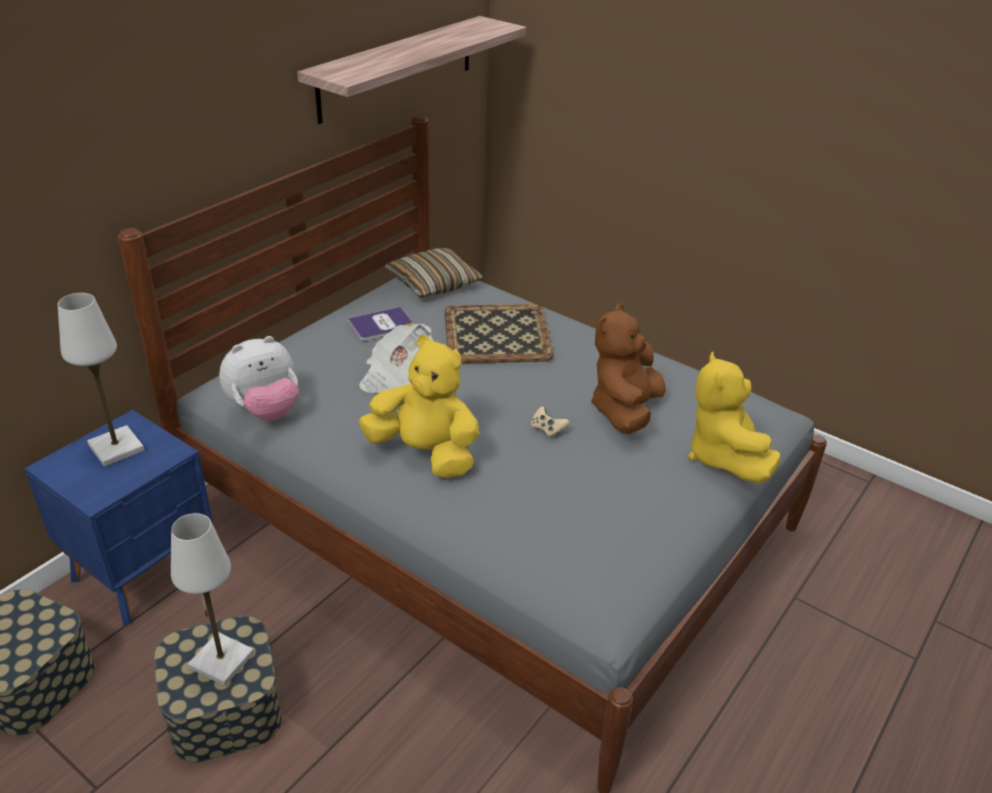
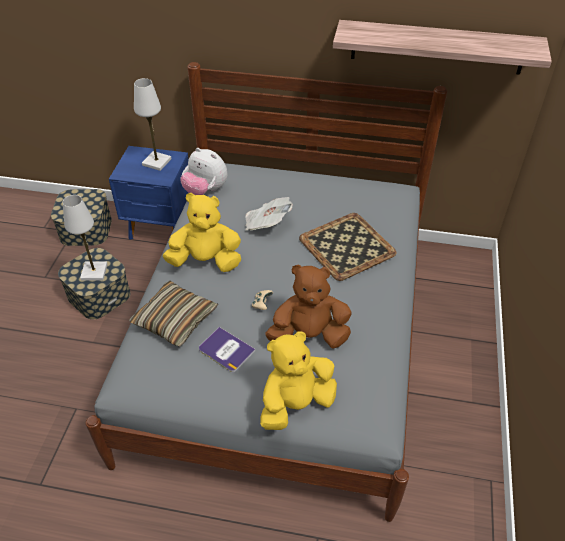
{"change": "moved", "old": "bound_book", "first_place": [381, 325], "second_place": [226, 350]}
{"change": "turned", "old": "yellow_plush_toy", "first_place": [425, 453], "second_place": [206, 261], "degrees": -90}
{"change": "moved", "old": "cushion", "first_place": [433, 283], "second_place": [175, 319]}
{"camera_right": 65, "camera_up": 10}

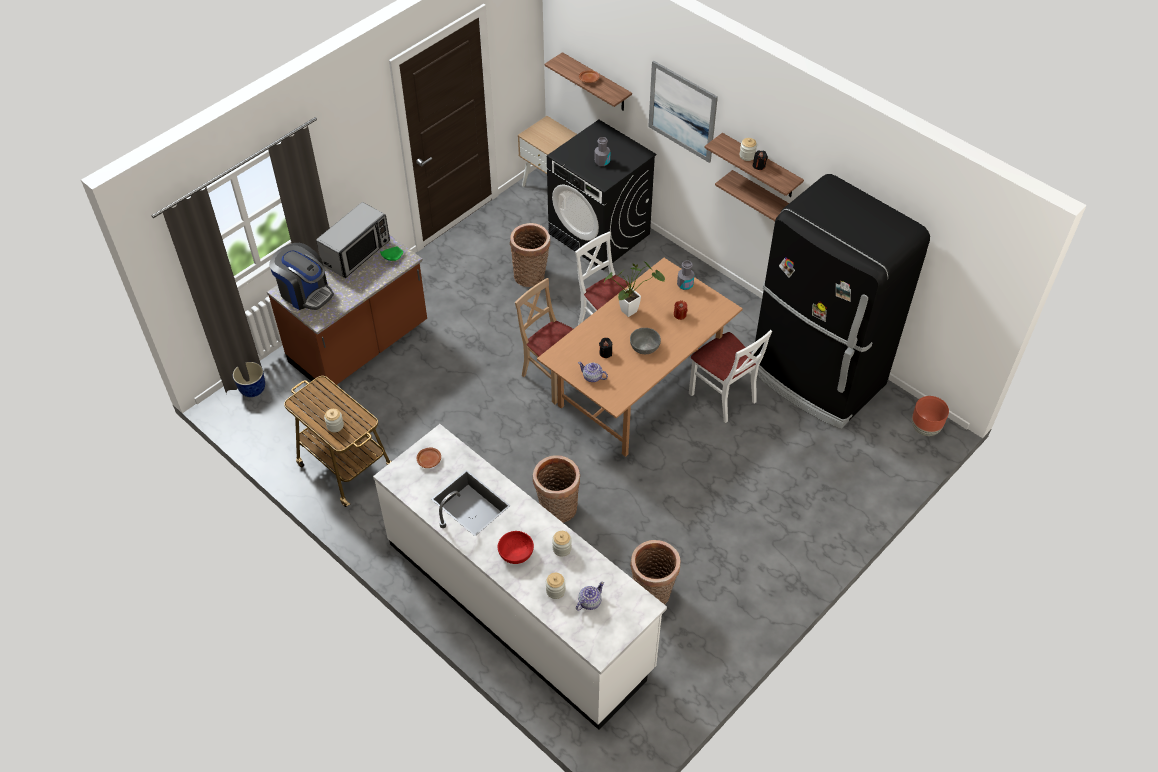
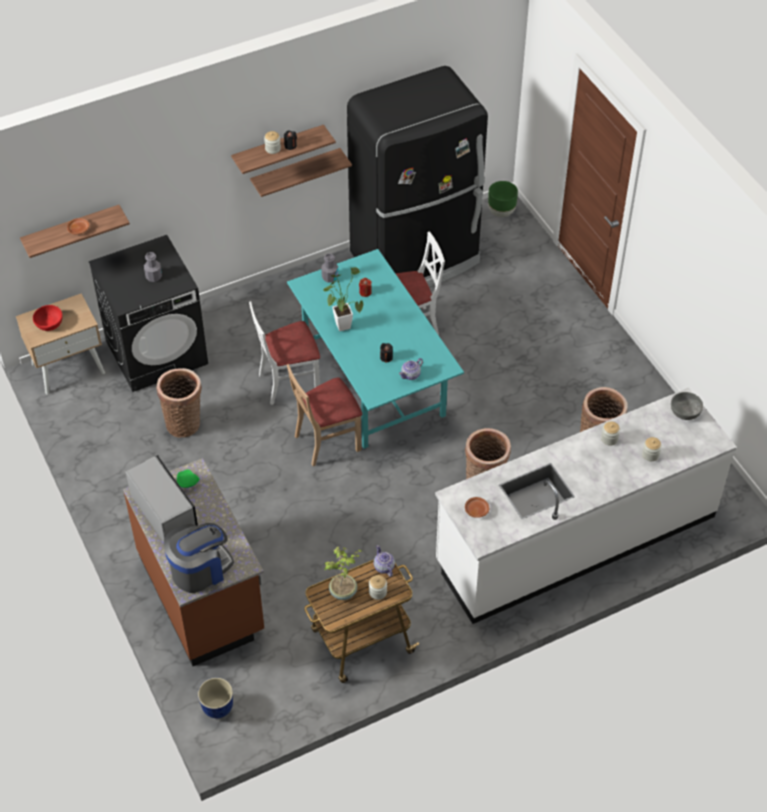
{"change": "moved", "old": "reddish_serving_bowl", "first_place": [515, 553], "second_place": [49, 323]}
{"change": "recoloured", "old": "brownish_dining_table", "new": "turquoise-coloured_dining_table", "first_place": [638, 392], "second_place": [375, 384]}
{"change": "moved", "old": "tea_pot", "first_place": [589, 602], "second_place": [384, 567]}
{"change": "moved", "old": "greyish_serving_bowl", "first_place": [644, 346], "second_place": [685, 411]}
{"change": "removed", "old": "wall_art", "first_place": [682, 111]}
{"change": "recoloured", "old": "brownish_flower_pot", "new": "green_flower_pot", "first_place": [925, 429], "second_place": [501, 212]}
{"change": "added", "new": "houseplant", "second_place": [343, 592]}
{"camera_right": -70, "camera_up": 0}

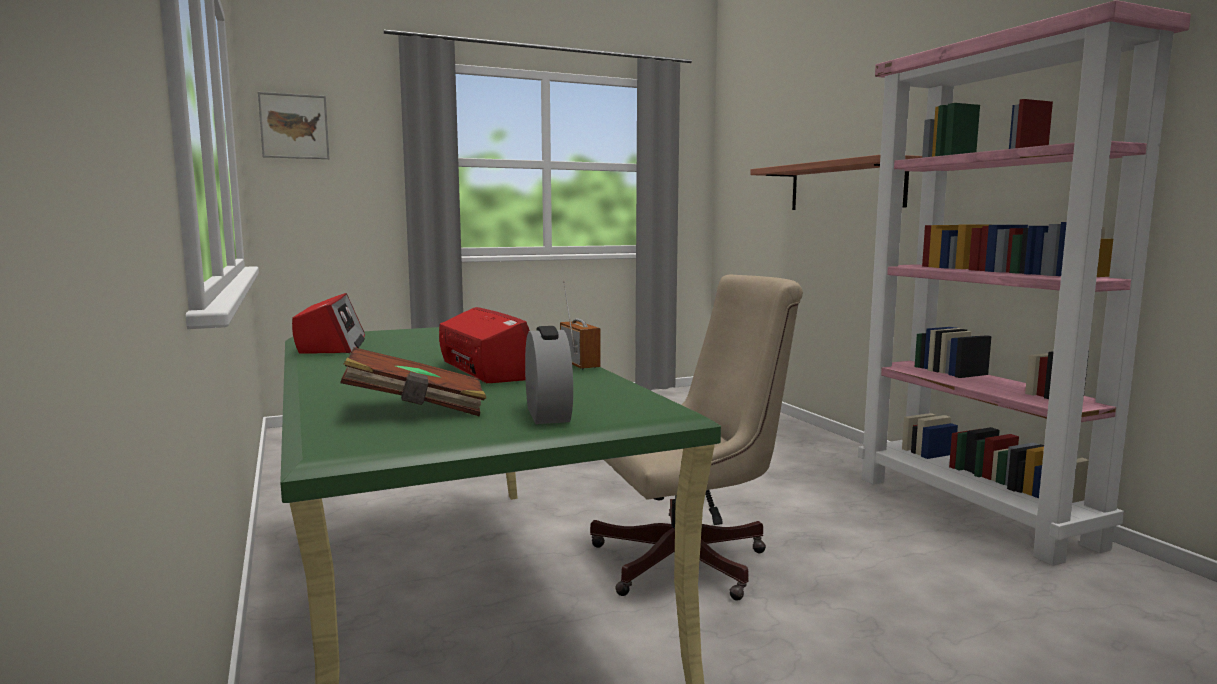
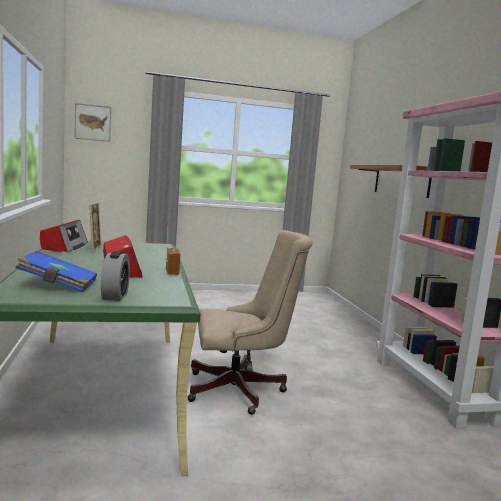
{"change": "recoloured", "old": "brownish_bound_book", "new": "bluish_bound_book", "first_place": [416, 410], "second_place": [58, 285]}
{"change": "added", "new": "photo_frame", "second_place": [95, 248]}
{"camera_right": 10, "camera_up": 0}

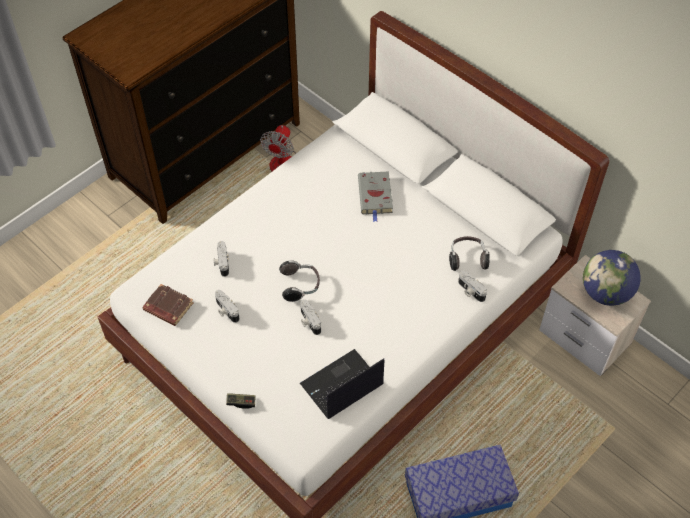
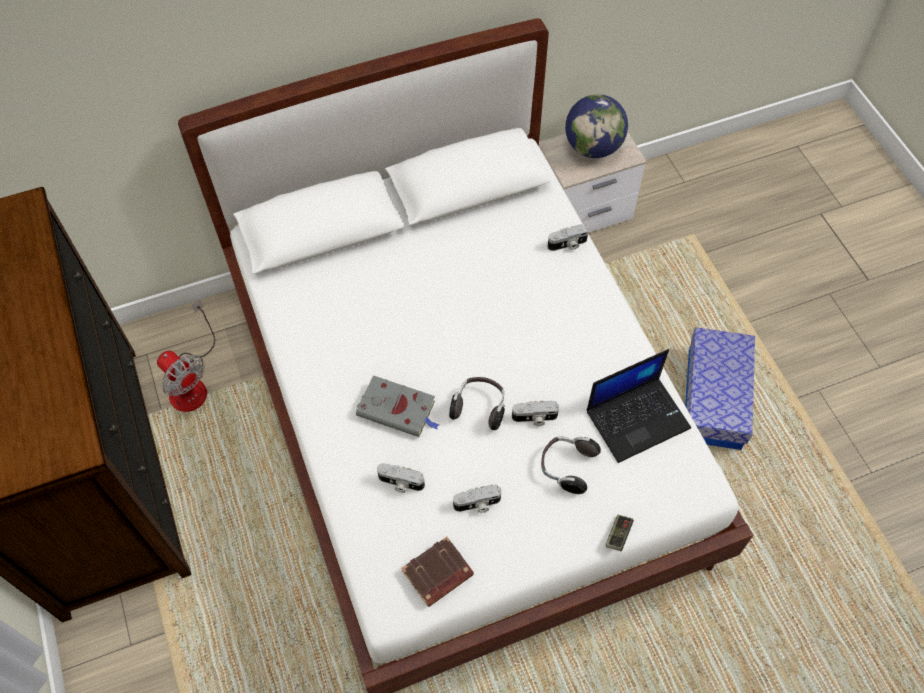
{"change": "turned", "old": "notebook_computer", "first_place": [341, 386], "second_place": [638, 418], "degrees": -105}
{"change": "moved", "old": "greyish_bound_book", "first_place": [375, 196], "second_place": [398, 409]}
{"change": "moved", "old": "pair_of_headphones", "first_place": [467, 258], "second_place": [567, 467]}
{"camera_right": -65, "camera_up": 5}

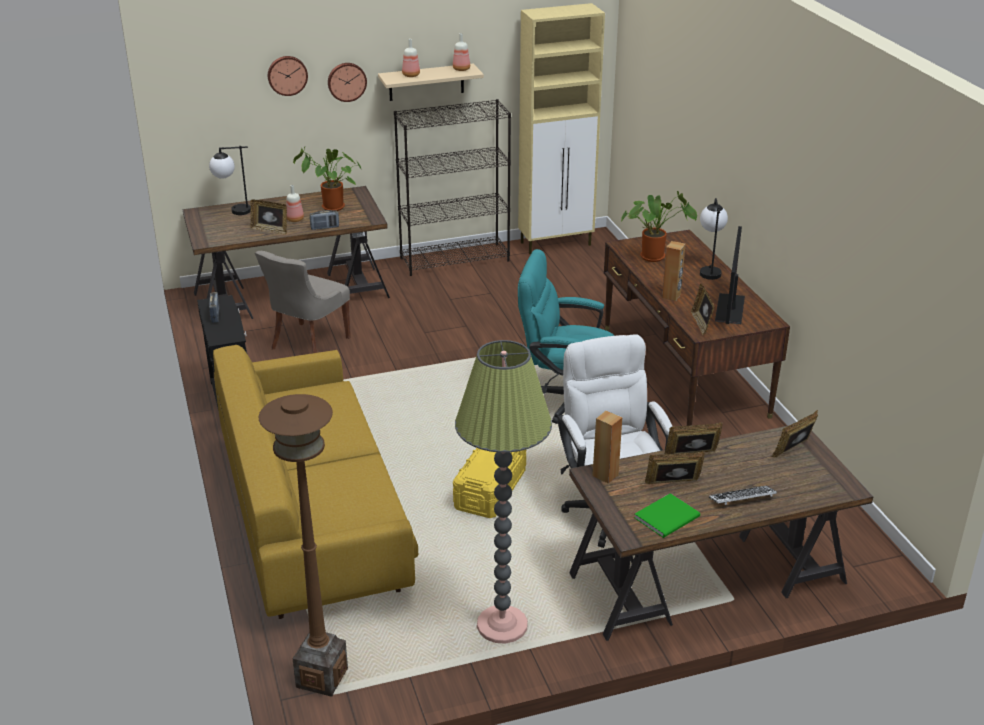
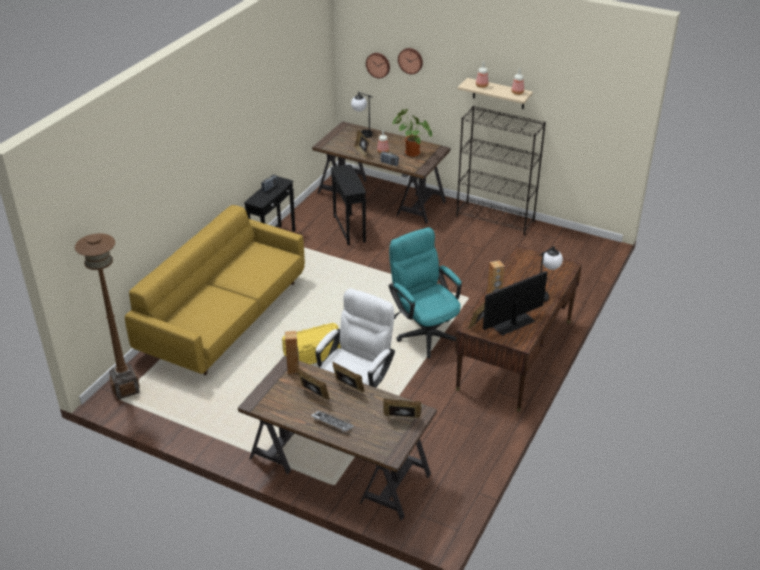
{"change": "replaced", "old": "greyish_upright_chair", "new": "blackish_side_table", "first_place": [308, 343], "second_place": [349, 229]}
{"change": "moved", "old": "hanging_clock", "first_place": [346, 81], "second_place": [378, 65]}
{"change": "removed", "old": "standing_lamp", "first_place": [502, 626]}
{"change": "removed", "old": "sand-coloured_storage_cabinet", "first_place": [556, 244]}
{"change": "removed", "old": "houseplant", "first_place": [655, 256]}
{"change": "removed", "old": "green_bound_book", "first_place": [669, 517]}
{"camera_right": 45, "camera_up": 5}

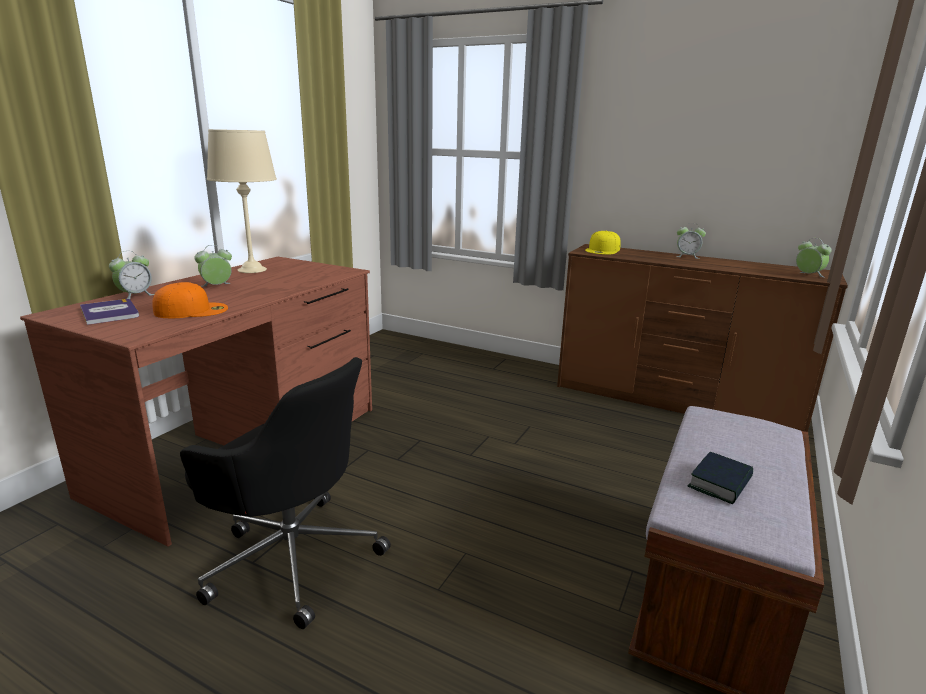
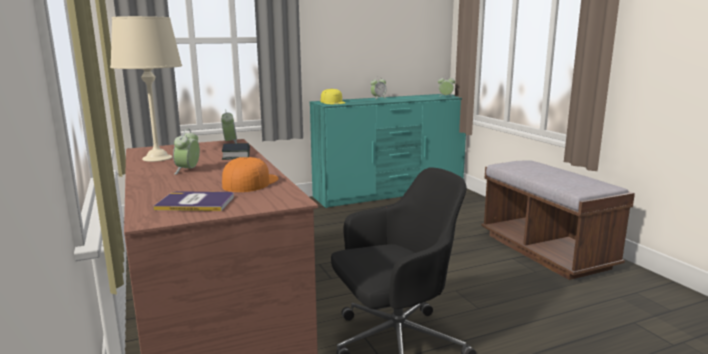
{"change": "moved", "old": "table_clock", "first_place": [135, 296], "second_place": [230, 143]}
{"change": "recoloured", "old": "brownish_dresser", "new": "turquoise-coloured_dresser", "first_place": [675, 401], "second_place": [390, 193]}
{"change": "moved", "old": "bound_book", "first_place": [720, 483], "second_place": [236, 155]}
{"camera_right": -50, "camera_up": -5}

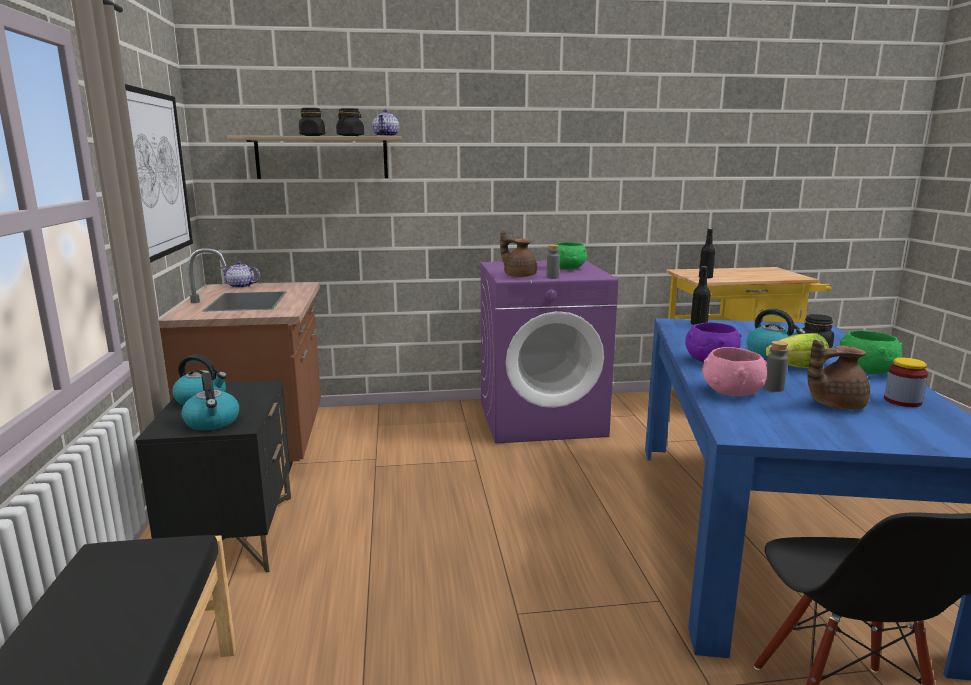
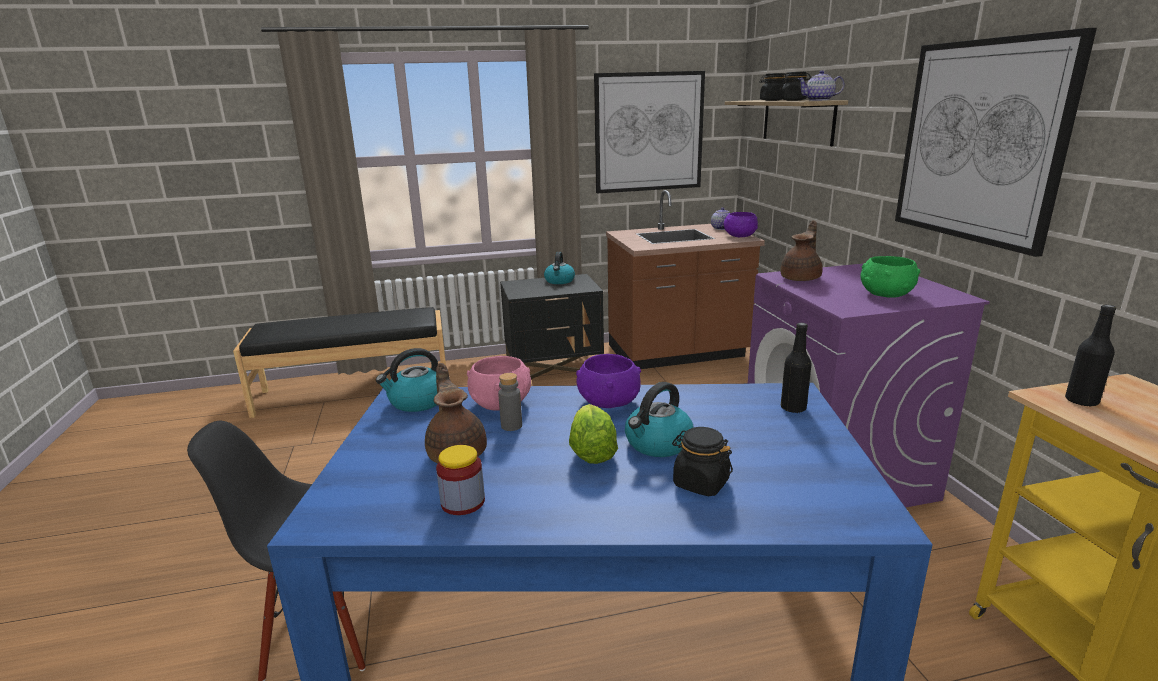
{"change": "moved", "old": "water_kettle", "first_place": [212, 422], "second_place": [417, 402]}
{"change": "removed", "old": "greyish_bottle", "first_place": [552, 277]}
{"change": "removed", "old": "green_serving_bowl", "first_place": [866, 371]}
{"change": "added", "new": "purplish_serving_bowl", "second_place": [739, 236]}
{"change": "added", "new": "wall_art", "second_place": [980, 142]}
{"camera_right": 85, "camera_up": 5}

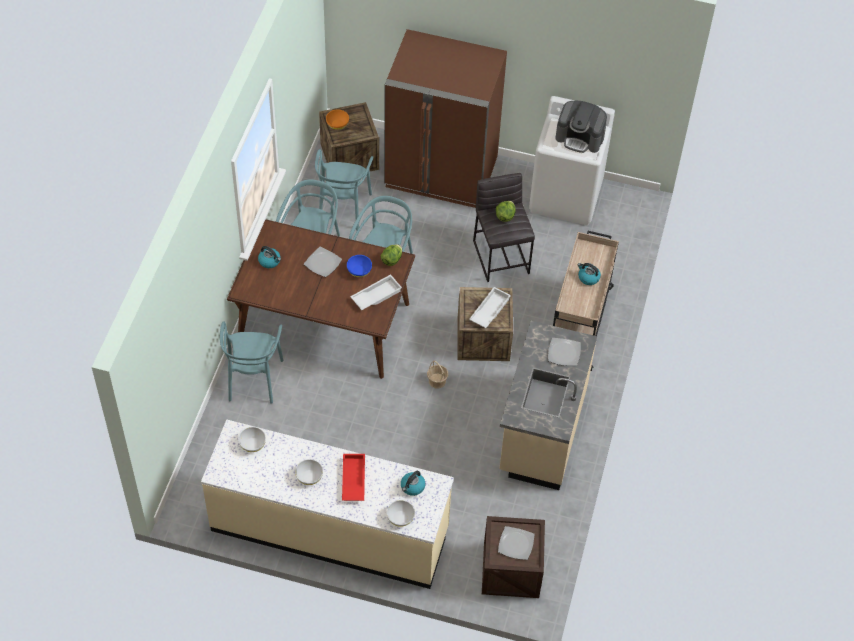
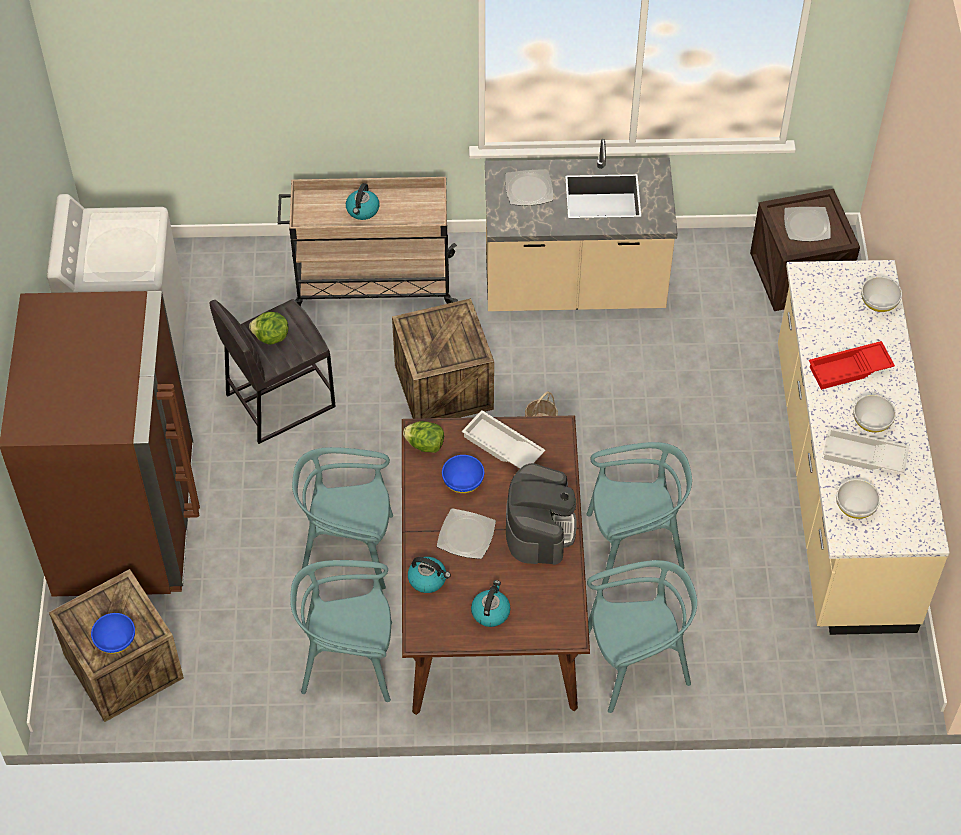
{"change": "moved", "old": "turquoise-coloured_upright_chair", "first_place": [342, 208], "second_place": [633, 545]}
{"change": "recoloured", "old": "orangey_serving_bowl", "new": "bluish_serving_bowl", "first_place": [337, 124], "second_place": [115, 640]}
{"change": "moved", "old": "water_kettle", "first_place": [412, 487], "second_place": [428, 579]}
{"change": "moved", "old": "white-coloured_tray", "first_place": [489, 310], "second_place": [863, 456]}
{"change": "moved", "old": "coffee_machine", "first_place": [580, 137], "second_place": [539, 528]}
{"camera_right": -105, "camera_up": 0}

